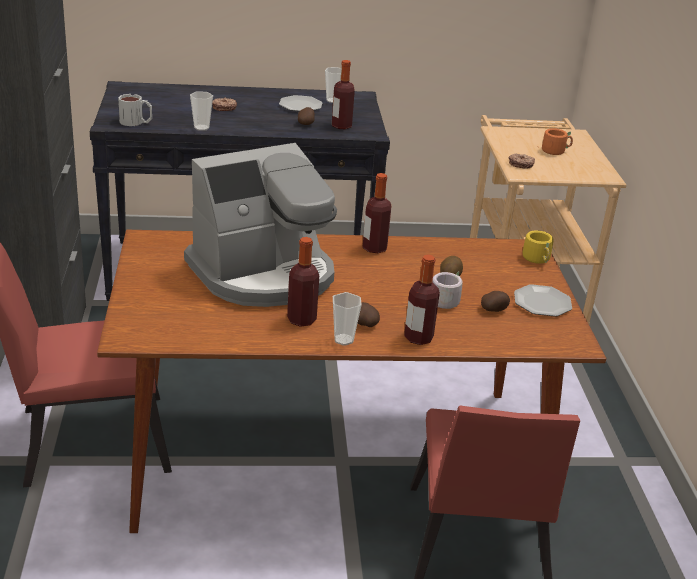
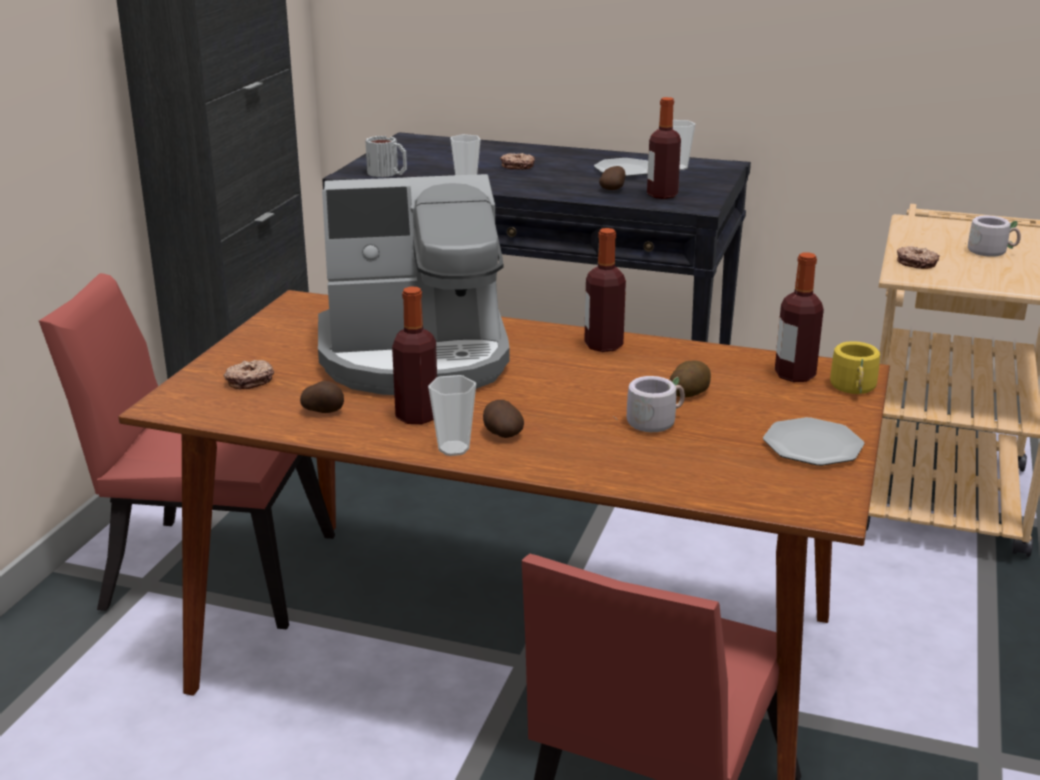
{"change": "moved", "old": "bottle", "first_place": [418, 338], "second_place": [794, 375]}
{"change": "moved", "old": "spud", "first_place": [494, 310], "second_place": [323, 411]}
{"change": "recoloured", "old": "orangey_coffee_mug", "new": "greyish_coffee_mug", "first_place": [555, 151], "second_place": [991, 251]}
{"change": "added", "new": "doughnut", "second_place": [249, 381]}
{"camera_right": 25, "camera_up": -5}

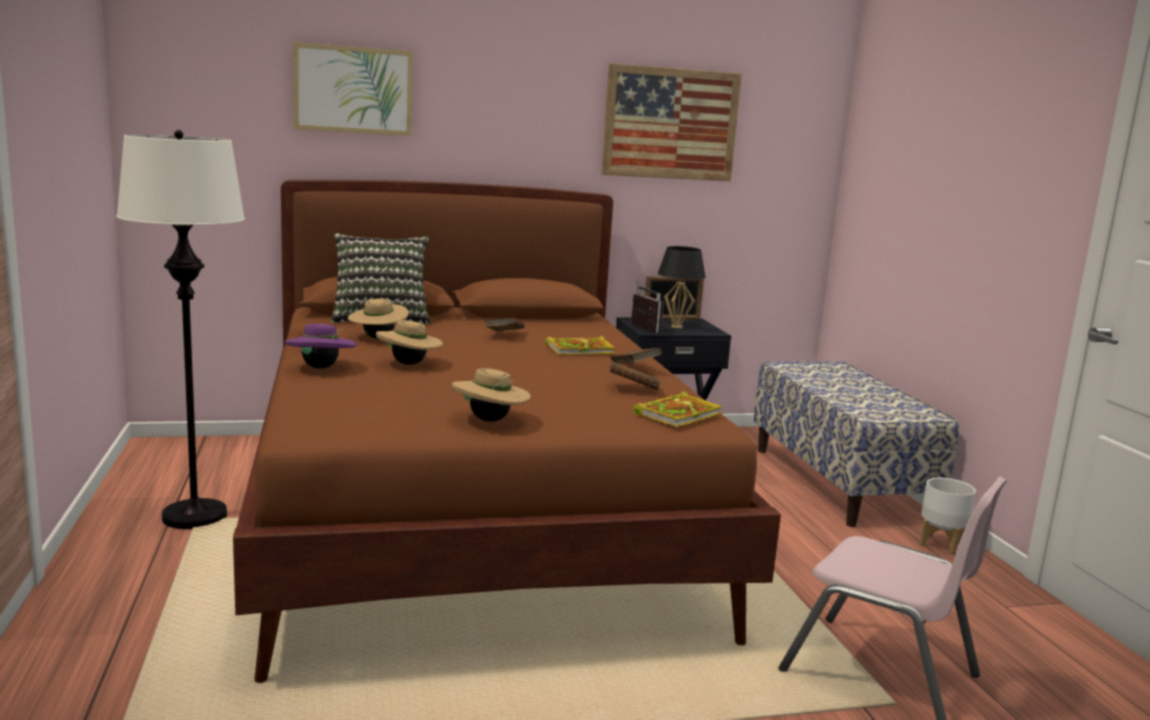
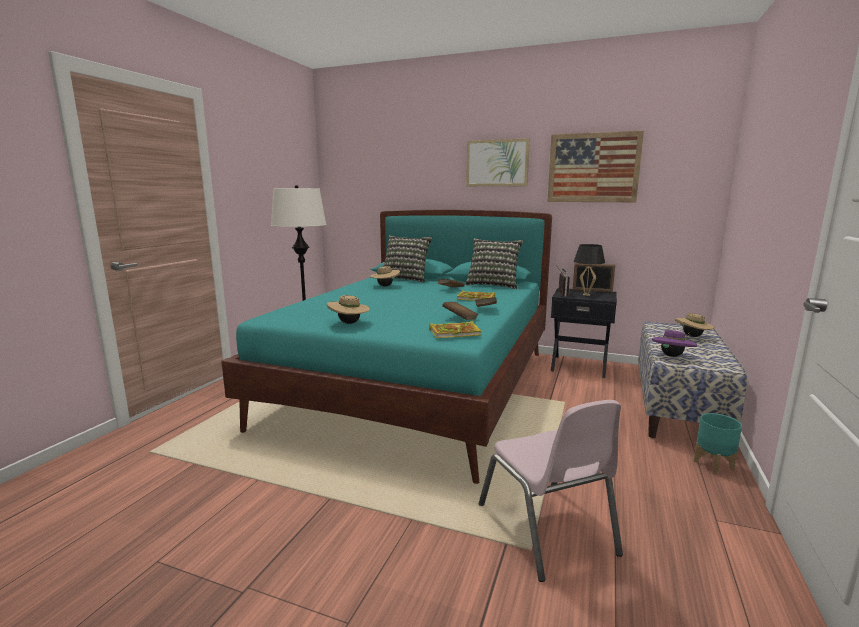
{"change": "recoloured", "old": "brownish_bedroom_bed", "new": "turquoise-coloured_bedroom_bed", "first_place": [473, 519], "second_place": [419, 386]}
{"change": "moved", "old": "purplish_wearable_hat", "first_place": [321, 367], "second_place": [672, 356]}
{"change": "moved", "old": "wall_art", "first_place": [353, 90], "second_place": [497, 163]}
{"change": "moved", "old": "sand-coloured_wearable_hat", "first_place": [409, 364], "second_place": [692, 336]}
{"change": "recoloured", "old": "white-coloured_flower_pot", "new": "turquoise-coloured_flower_pot", "first_place": [941, 544], "second_place": [714, 465]}
{"change": "added", "new": "cushion", "second_place": [493, 285]}
{"camera_right": 35, "camera_up": 0}

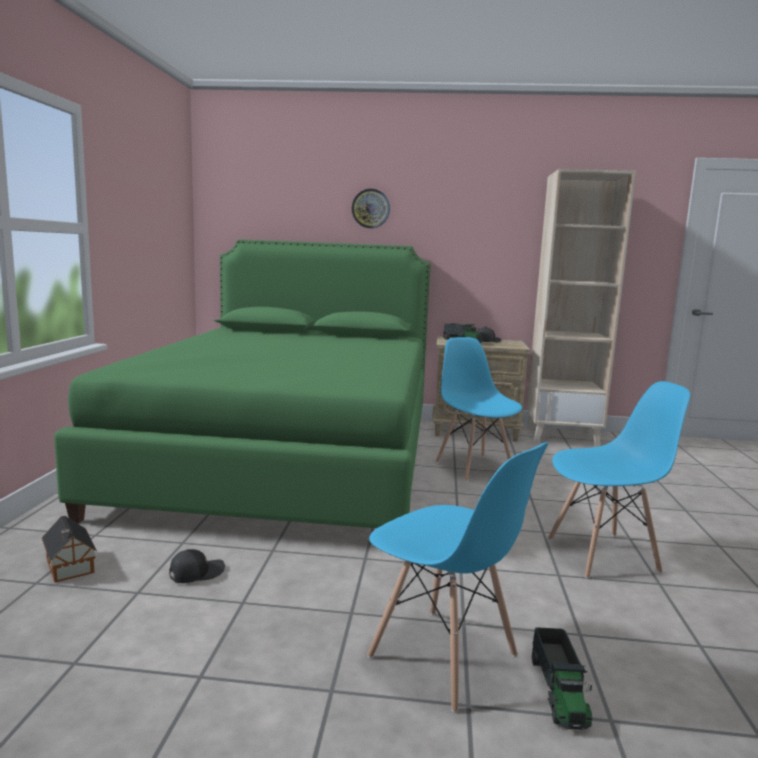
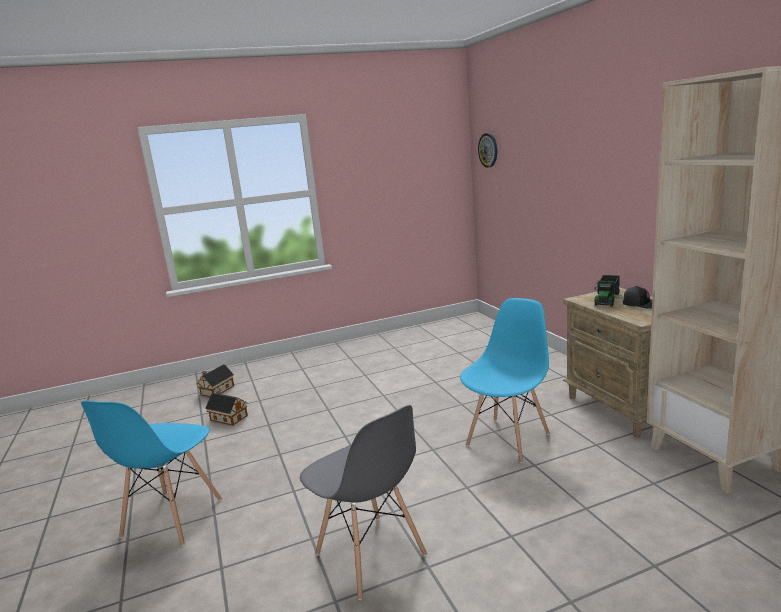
{"change": "removed", "old": "green_bedroom_bed", "first_place": [288, 458]}
{"change": "replaced", "old": "blackish_peaked_cap", "new": "model_house", "first_place": [196, 573], "second_place": [228, 417]}
{"change": "moved", "old": "hanging_clock", "first_place": [370, 208], "second_place": [488, 150]}
{"change": "removed", "old": "model_truck", "first_place": [559, 691]}
{"change": "recoloured", "old": "bluish_upright_chair", "new": "greyish_upright_chair", "first_place": [603, 555], "second_place": [370, 555]}
{"camera_right": 65, "camera_up": 5}

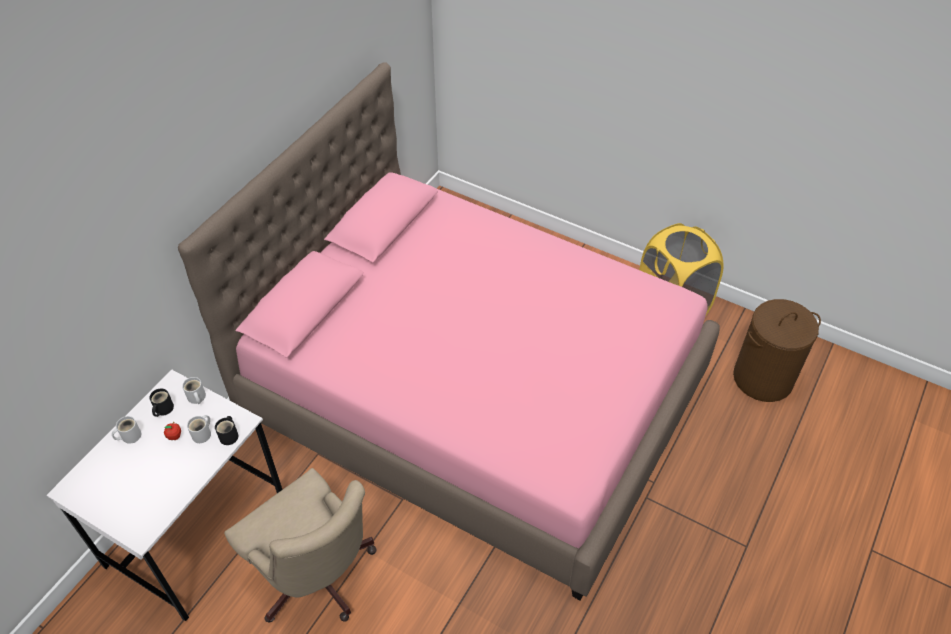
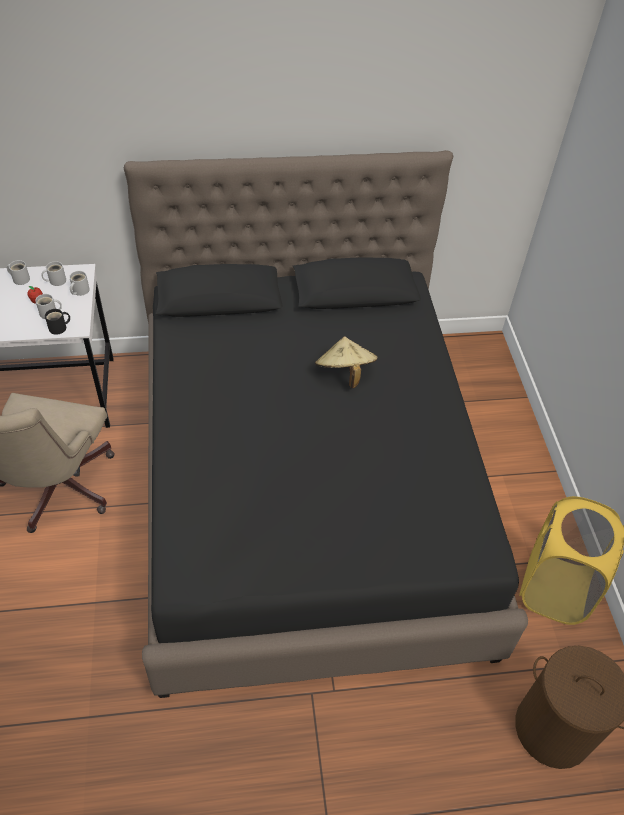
{"change": "recoloured", "old": "blackish_coffee_mug", "new": "white-coloured_coffee_mug", "first_place": [162, 409], "second_place": [56, 280]}
{"change": "recoloured", "old": "pink_bedroom_bed", "new": "blackish_bedroom_bed", "first_place": [474, 394], "second_place": [307, 488]}
{"change": "added", "new": "sand-coloured_wearable_hat", "second_place": [344, 374]}
{"camera_right": 50, "camera_up": 0}

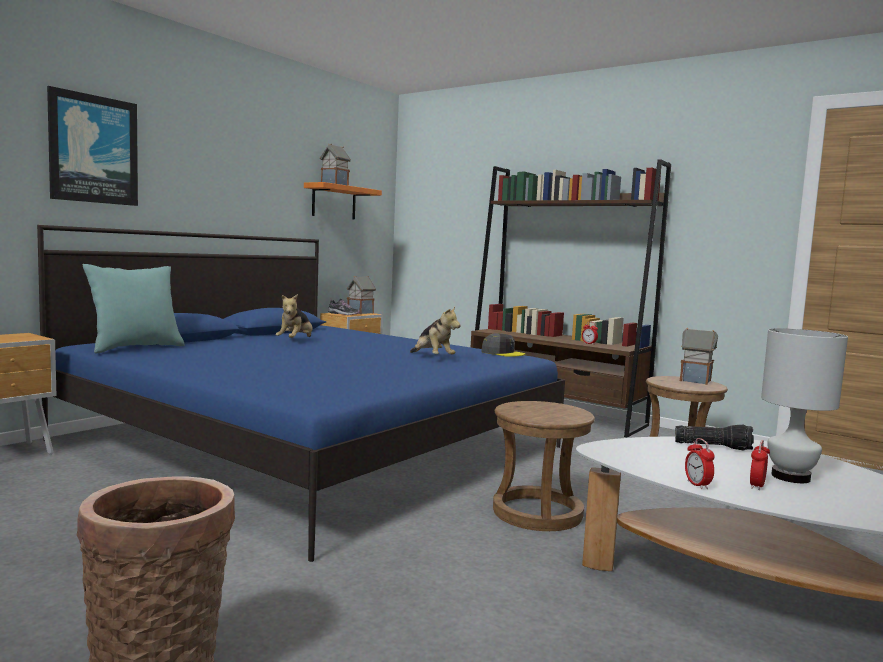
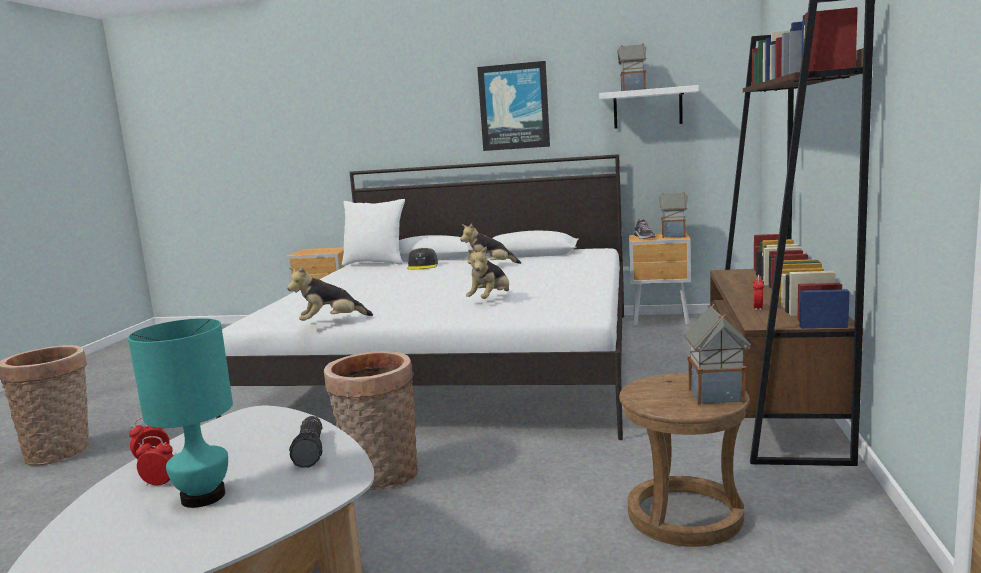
{"change": "recoloured", "old": "bluish_bedroom_bed", "new": "white-coloured_bedroom_bed", "first_place": [312, 443], "second_place": [460, 364]}
{"change": "moved", "old": "wall_art", "first_place": [93, 149], "second_place": [514, 106]}
{"change": "recoloured", "old": "turquoise-coloured_cushion", "new": "white-coloured_cushion", "first_place": [135, 348], "second_place": [375, 263]}
{"change": "recoloured", "old": "orangey_shelf", "new": "white-coloured_shelf", "first_place": [334, 202], "second_place": [647, 108]}
{"change": "moved", "old": "greyish_peaked_cap", "first_place": [502, 353], "second_place": [422, 266]}
{"change": "replaced", "old": "brownish_sitting_stool", "new": "storage_basket", "first_place": [538, 512], "second_place": [380, 476]}
{"change": "recoloured", "old": "white-coloured_table_lamp", "new": "turquoise-coloured_table_lamp", "first_place": [790, 477], "second_place": [204, 496]}
{"change": "added", "new": "plush_toy", "second_place": [331, 322]}
{"camera_right": 65, "camera_up": 5}

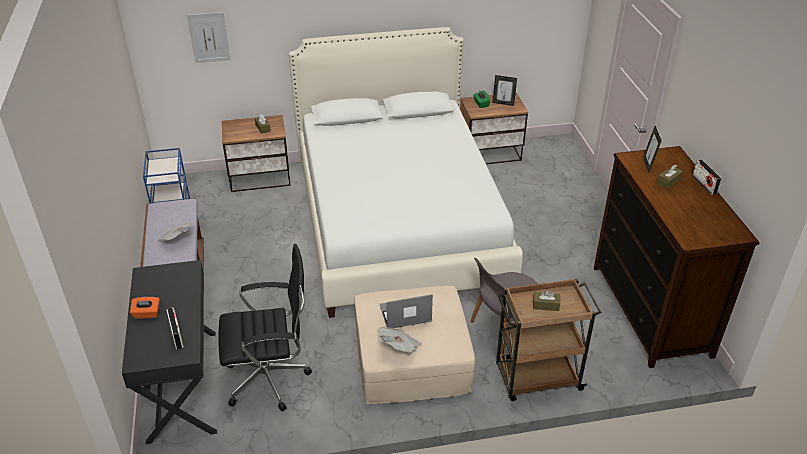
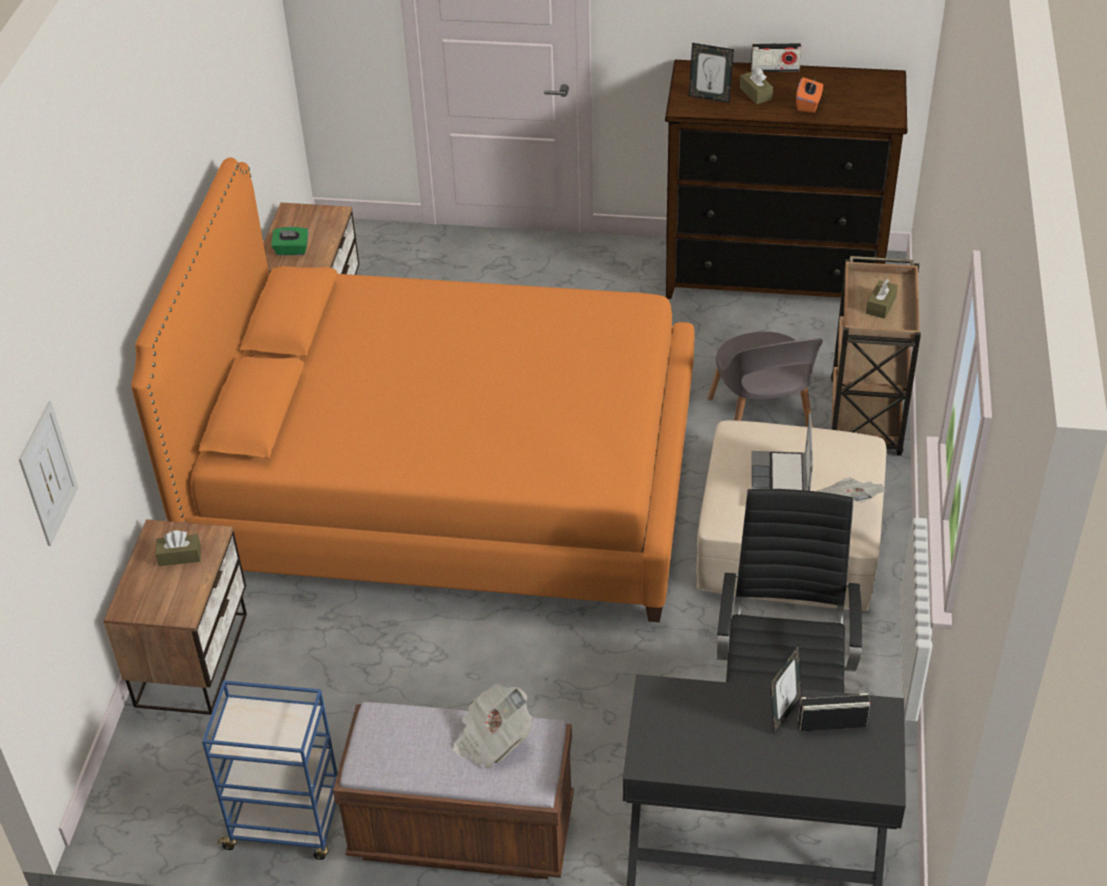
{"change": "moved", "old": "orangey_tissue_holder", "first_place": [147, 314], "second_place": [808, 104]}
{"change": "recoloured", "old": "white-coloured_bedroom_bed", "new": "orangey_bedroom_bed", "first_place": [399, 222], "second_place": [448, 482]}
{"change": "moved", "old": "photo_frame", "first_place": [503, 103], "second_place": [783, 713]}
{"camera_right": -70, "camera_up": 5}

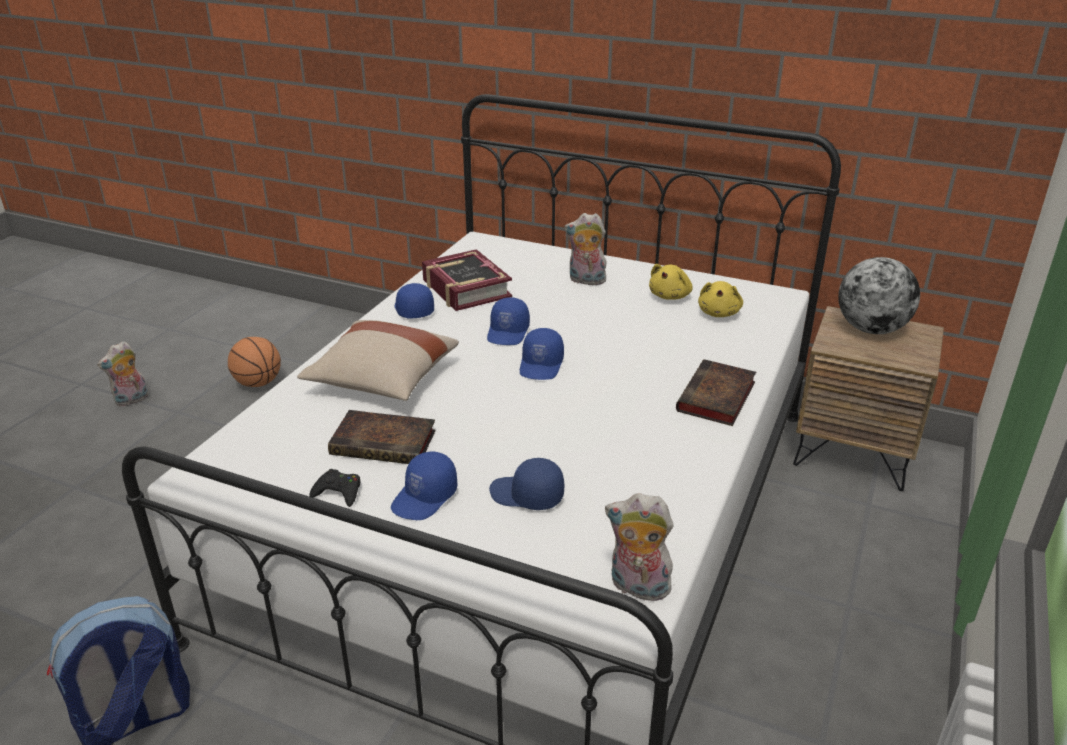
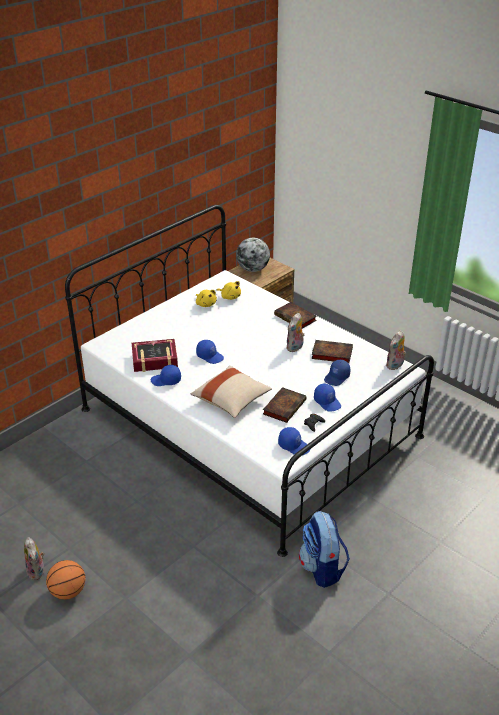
{"change": "moved", "old": "basketball_ball", "first_place": [258, 383], "second_place": [68, 591]}
{"change": "moved", "old": "bluish_peaked_cap", "first_place": [542, 365], "second_place": [294, 446]}
{"change": "moved", "old": "plush_toy", "first_place": [585, 281], "second_place": [295, 348]}
{"change": "added", "new": "bound_book", "second_place": [330, 354]}
{"camera_right": -70, "camera_up": 5}

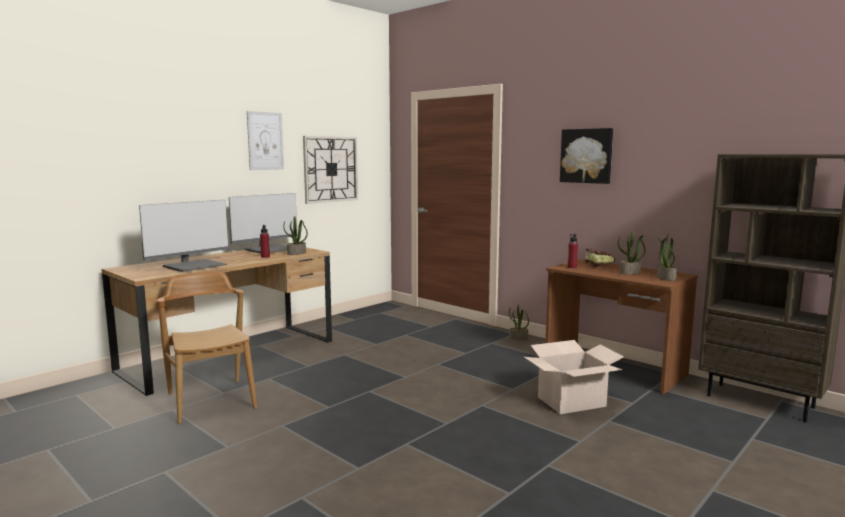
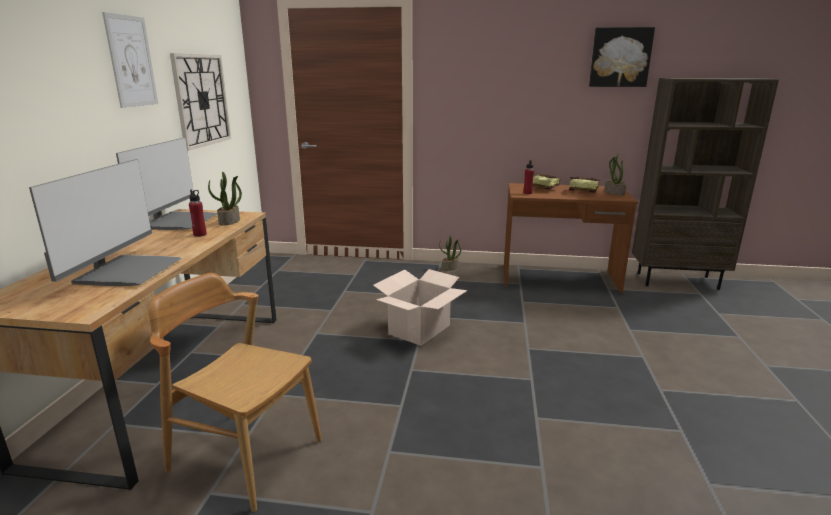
{"change": "moved", "old": "packing_box", "first_place": [571, 401], "second_place": [419, 329]}
{"change": "moved", "old": "wall_art", "first_place": [586, 156], "second_place": [620, 57]}
{"change": "replaced", "old": "houseplant", "new": "bound_book", "first_place": [630, 272], "second_place": [579, 192]}
{"camera_right": -35, "camera_up": 10}

